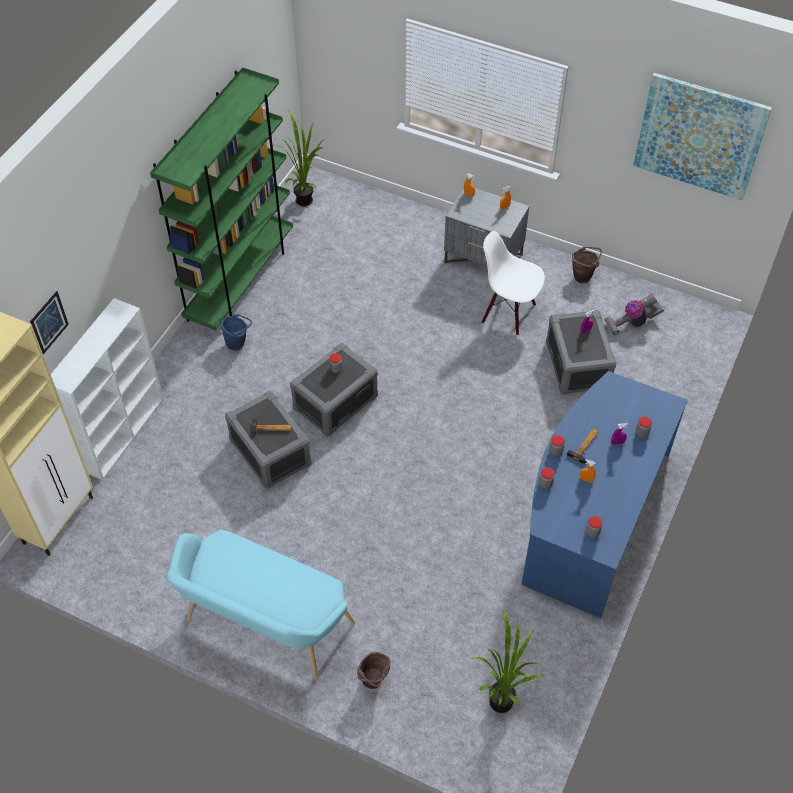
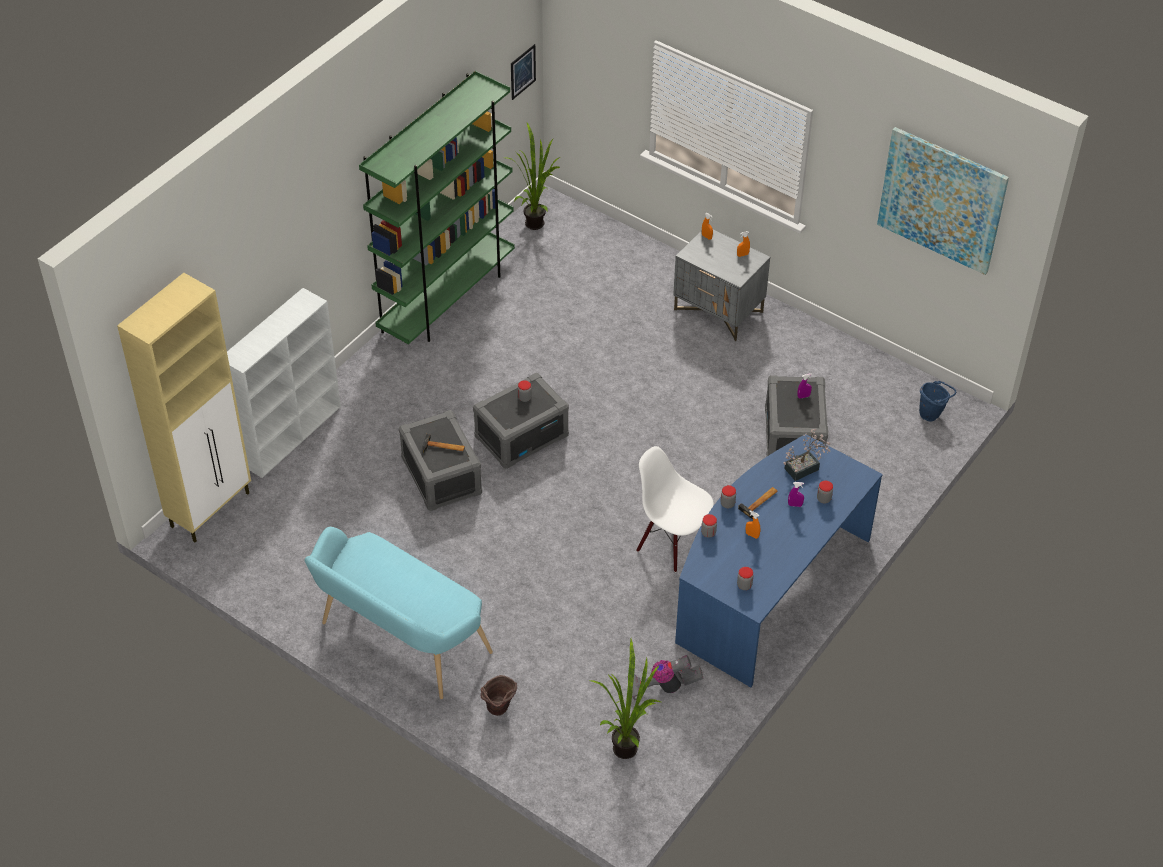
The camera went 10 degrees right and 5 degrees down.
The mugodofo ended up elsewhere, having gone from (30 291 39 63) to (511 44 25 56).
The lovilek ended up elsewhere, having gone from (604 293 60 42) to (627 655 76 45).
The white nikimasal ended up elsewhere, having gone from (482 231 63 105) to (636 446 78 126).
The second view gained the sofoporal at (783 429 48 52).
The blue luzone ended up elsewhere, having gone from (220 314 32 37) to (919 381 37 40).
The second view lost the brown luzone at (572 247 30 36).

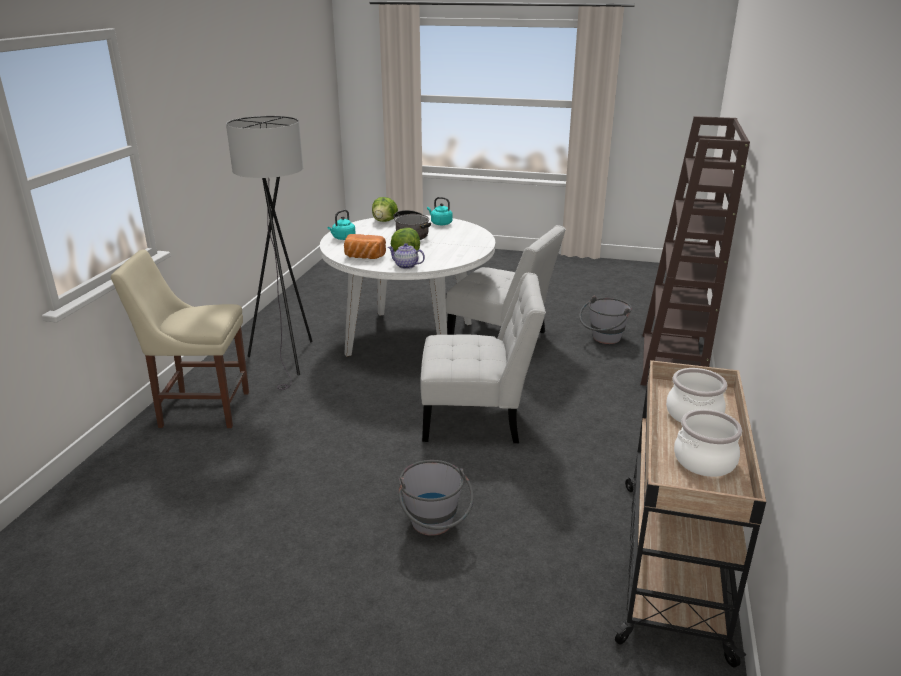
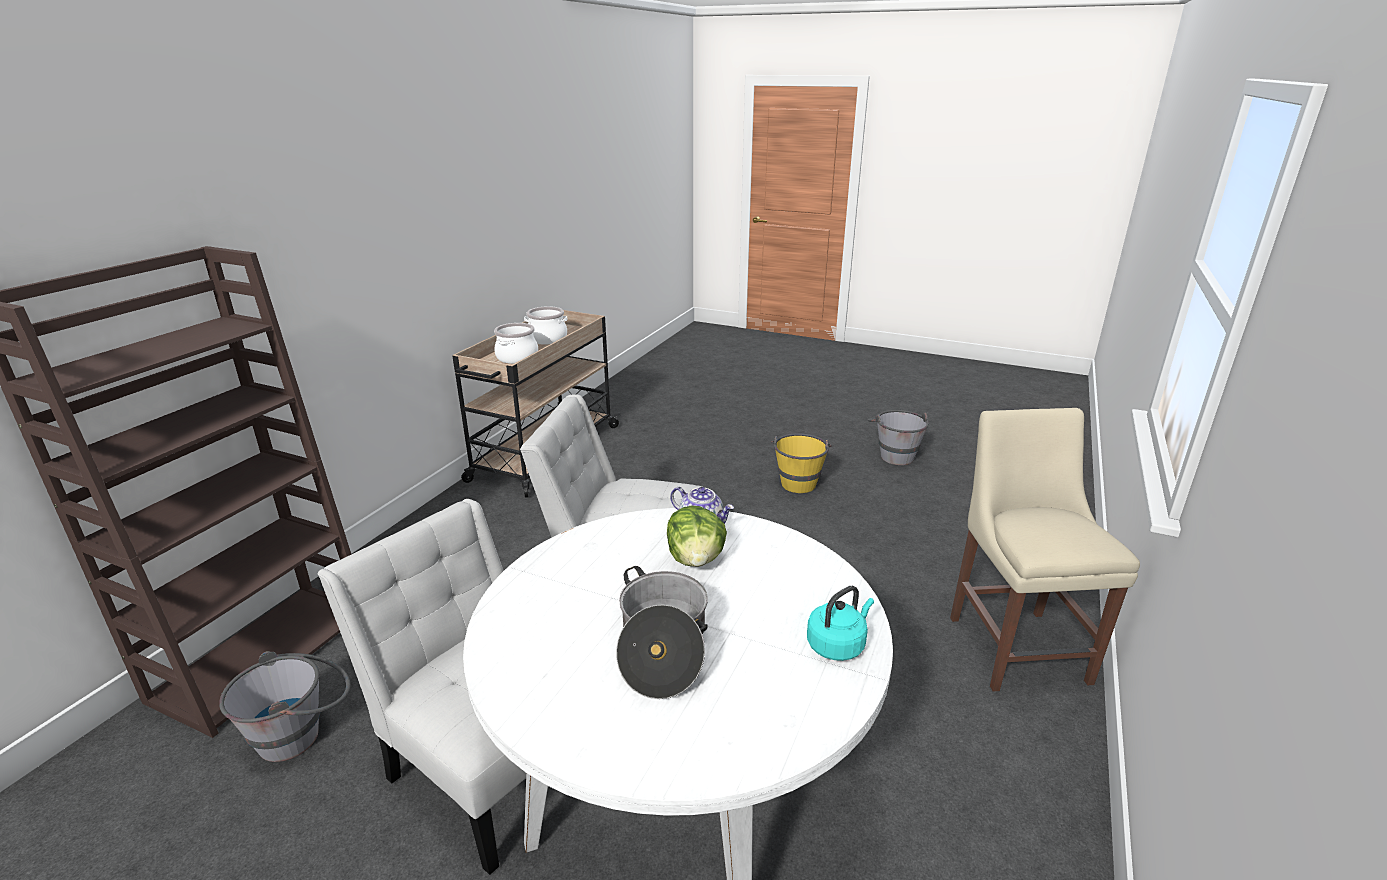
The camera went 170 degrees left and 0 degrees up.
The second view gained the yellow luzone at (770 433 62 60).
The grey luzone ended up elsewhere, having gone from (399 460 75 76) to (868 410 61 55).
The beige nikimasal at (111 249 138 179) ended up facing another way, 105 degrees counterclockwise from before.
The second view lost the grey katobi at (226 116 87 274).
The second view lost the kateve at (344 234 42 25).
The second view lost the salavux at (372 197 26 25).
The second view lost the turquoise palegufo at (427 197 25 28).

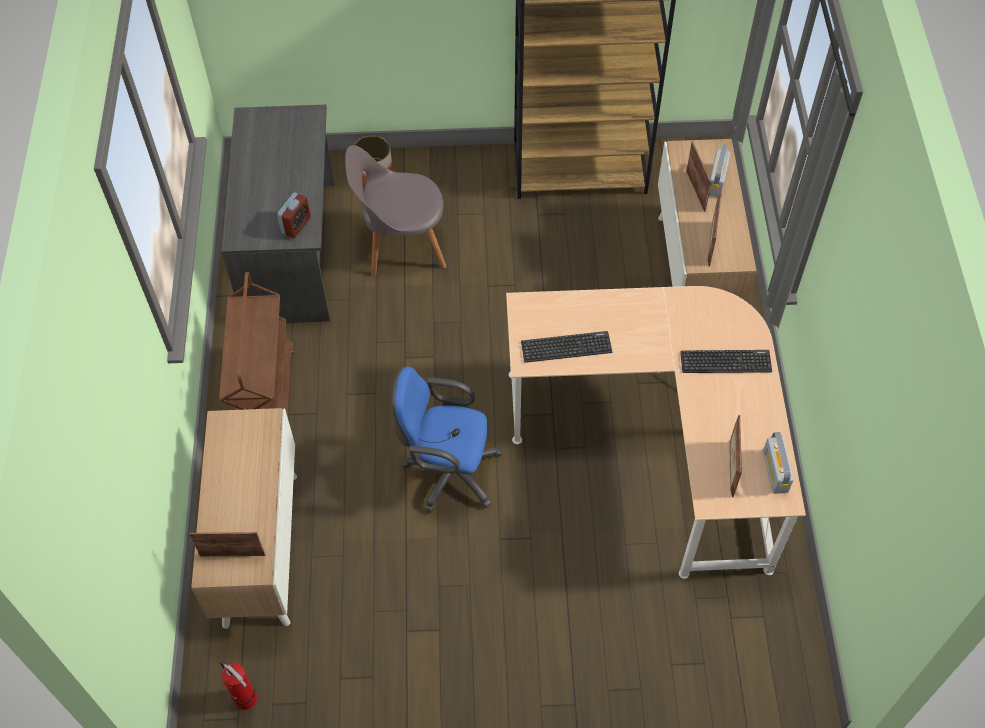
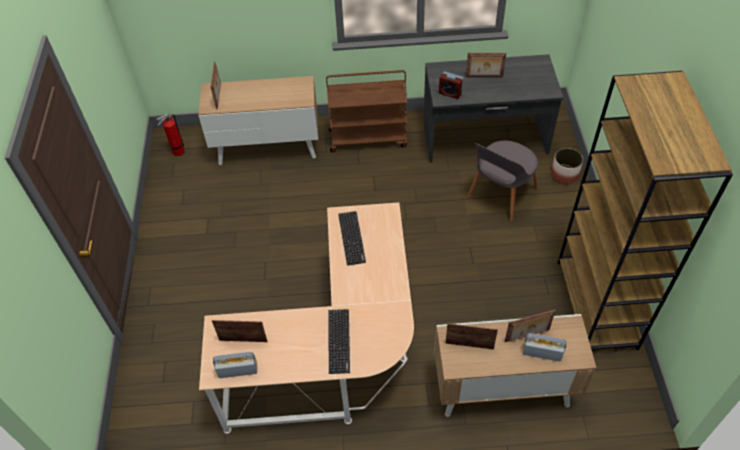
The camera went 90 degrees right and 5 degrees down.
The second view gained the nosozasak at (466 53 40 24).
The grey nikimasal at (345 145 102 131) ended up facing another way, 135 degrees counterclockwise from before.
The second view lost the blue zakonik at (391 367 111 146).

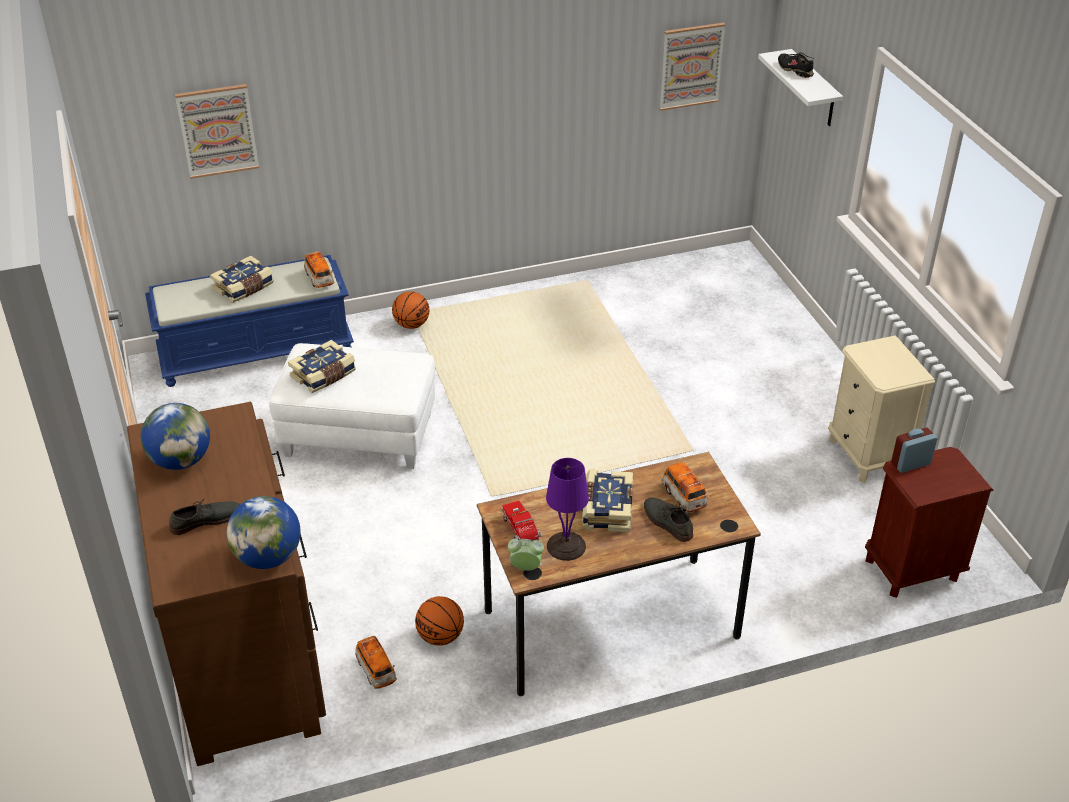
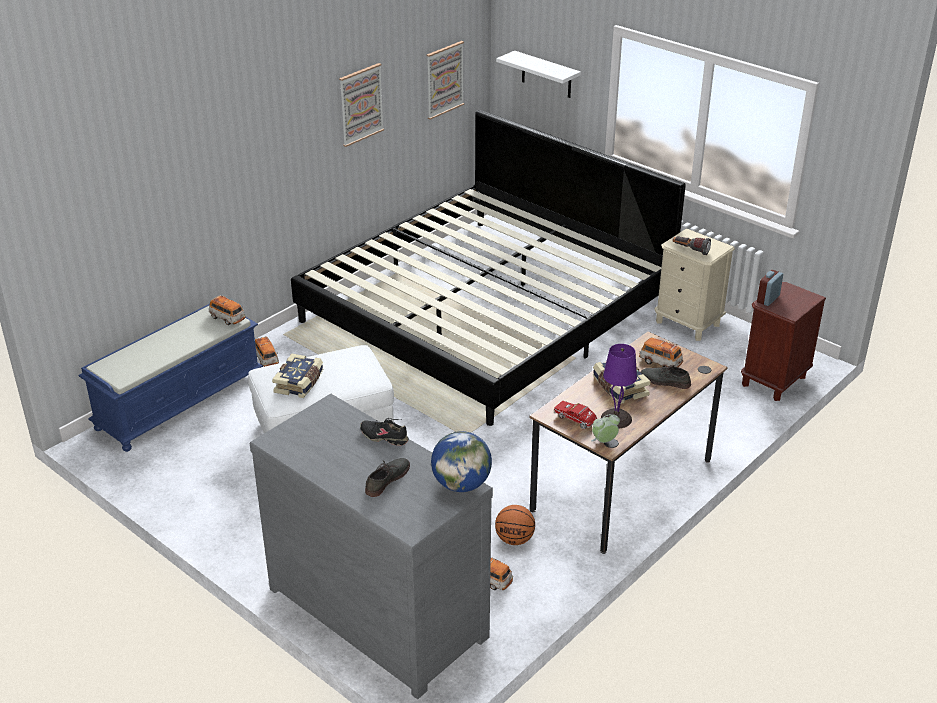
The camera went 30 degrees left and 5 degrees down.
What was the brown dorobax at (127 402 199 364) turned into the grey dorobax at (250 394 243 305).
The second view gained the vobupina at (255 336 24 31).
The second view gained the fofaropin at (291 110 395 316).
The mugodofo ended up elsewhere, having gone from (175 84 84 95) to (339 63 45 84).
The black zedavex ended up elsewhere, having gone from (778 53 36 25) to (360 418 48 28).
The second view gained the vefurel at (672 236 39 19).
The second view lost the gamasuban at (141 403 69 67).
The second view lost the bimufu at (210 256 64 47).
The second view lost the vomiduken at (392 291 37 38).

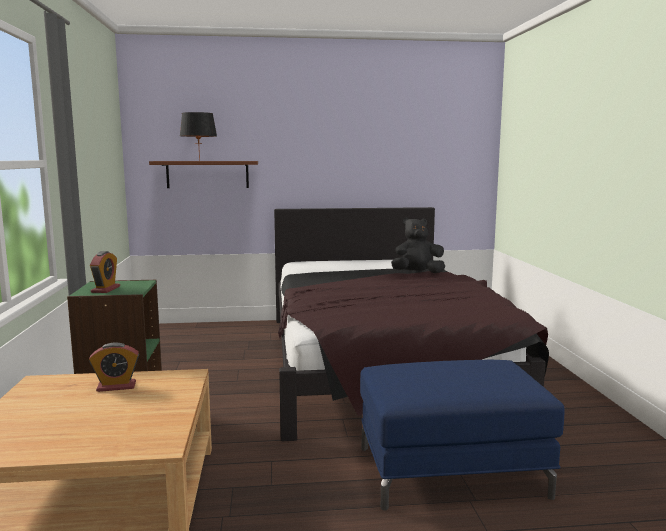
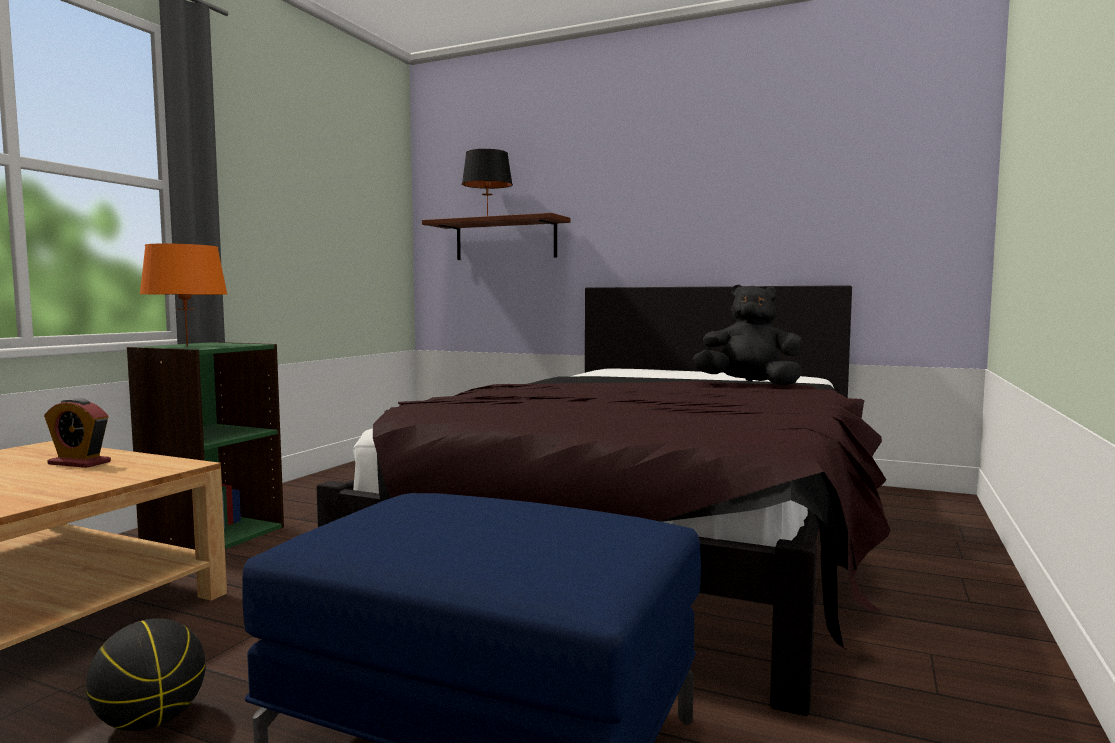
The camera went 30 degrees right and 5 degrees down.
The second view gained the vomiduken at (86 619 120 112).
Where the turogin stood at (90 251 30 42), the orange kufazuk came to stand at (139 244 88 102).

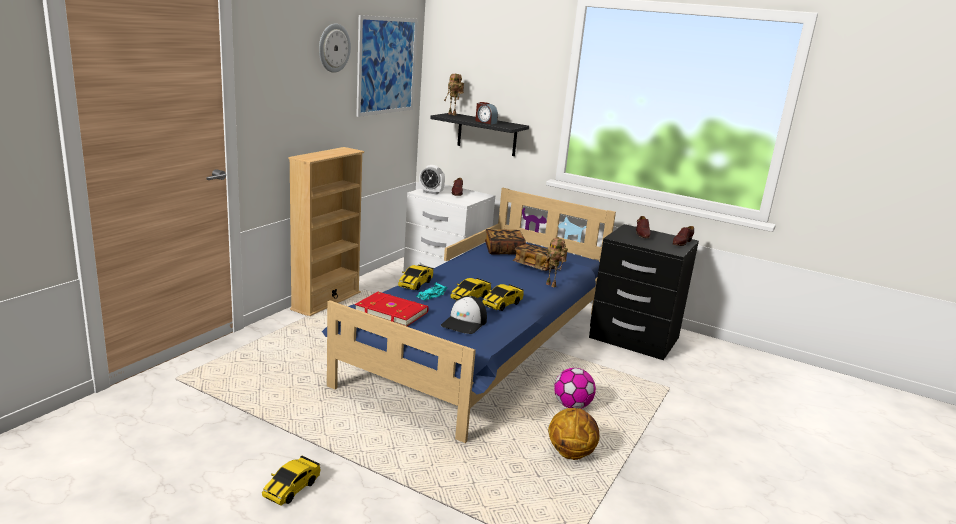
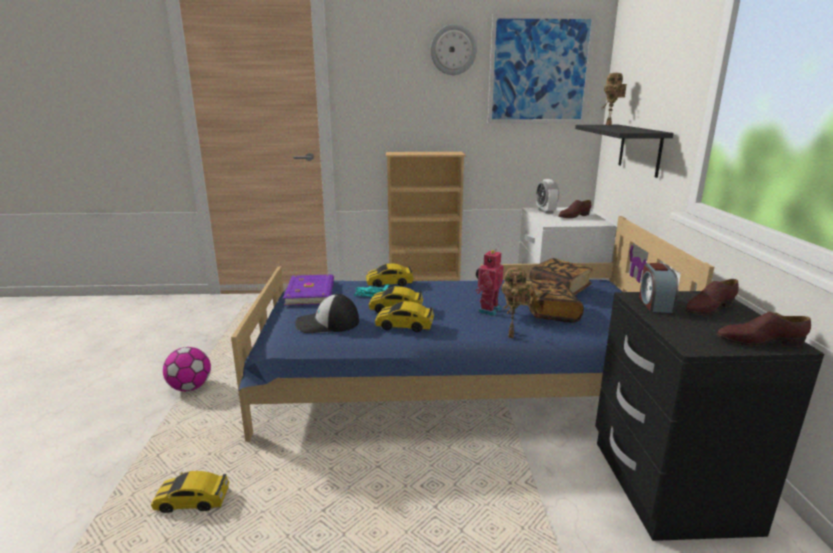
The camera went 60 degrees right and 0 degrees up.
The vobupina ended up elsewhere, having gone from (262 456 59 50) to (151 471 78 42).
The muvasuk ended up elsewhere, having gone from (554 368 42 41) to (163 347 48 44).
What was the red bimufu at (355 292 74 34) turned into the purple bimufu at (283 274 51 32).
The second view gained the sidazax at (476 249 28 67).
The turogin ended up elsewhere, having gone from (475 102 23 22) to (639 263 40 50).
The second view lost the vomiduken at (548 408 51 52).

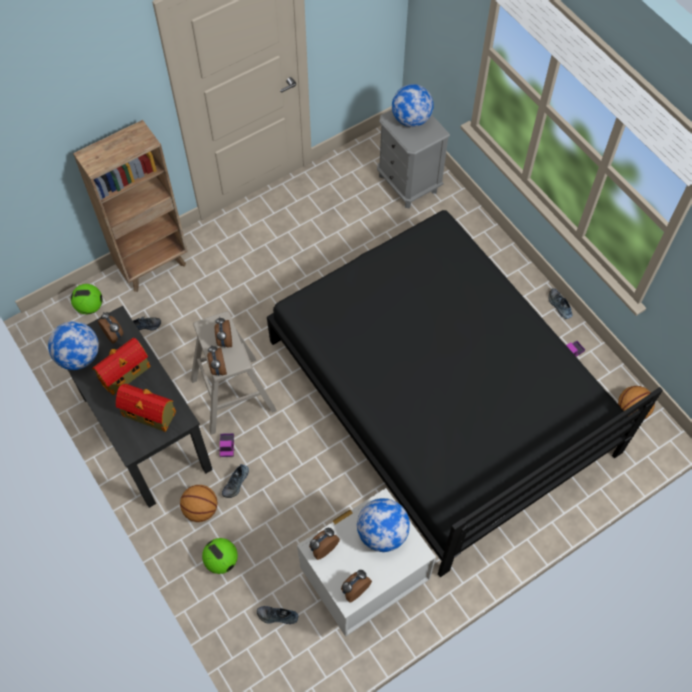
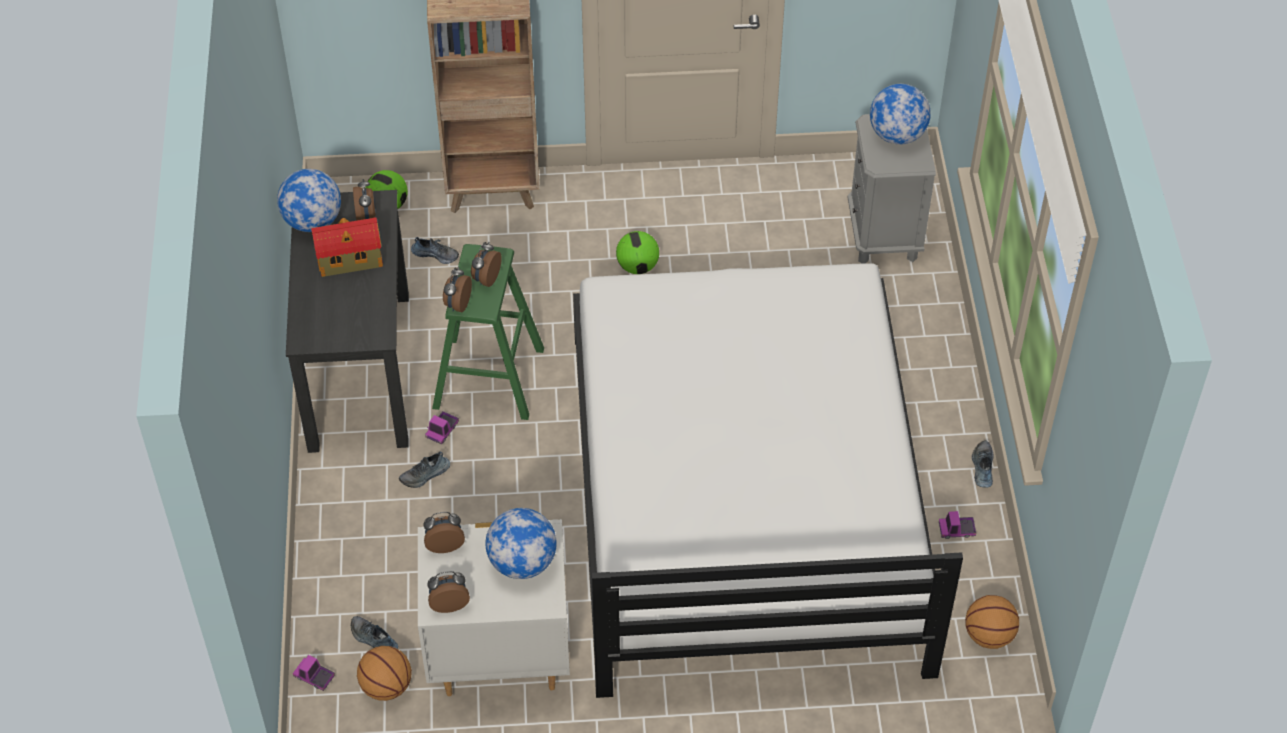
The camera went 30 degrees right and 10 degrees down.
The second view gained the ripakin at (293 655 42 36).
The vomiduken ended up elsewhere, having gone from (180 485 38 37) to (357 646 55 55).
What was the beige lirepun at (191 311 86 124) turned into the green lirepun at (432 244 112 176).
What was the black fofaropin at (267 210 396 367) turned into the white fofaropin at (573 263 390 435).
The muvasuk ended up elsewhere, having gone from (202 538 36 36) to (616 231 43 43).
The second view lost the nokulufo at (116 384 60 48).

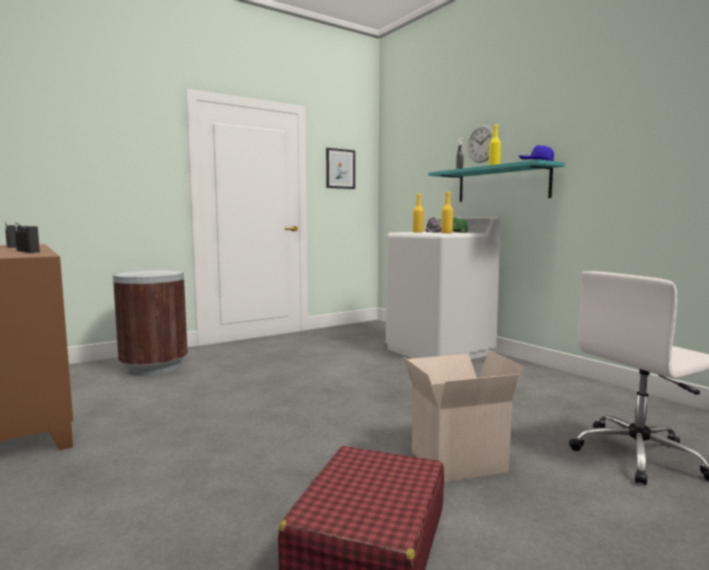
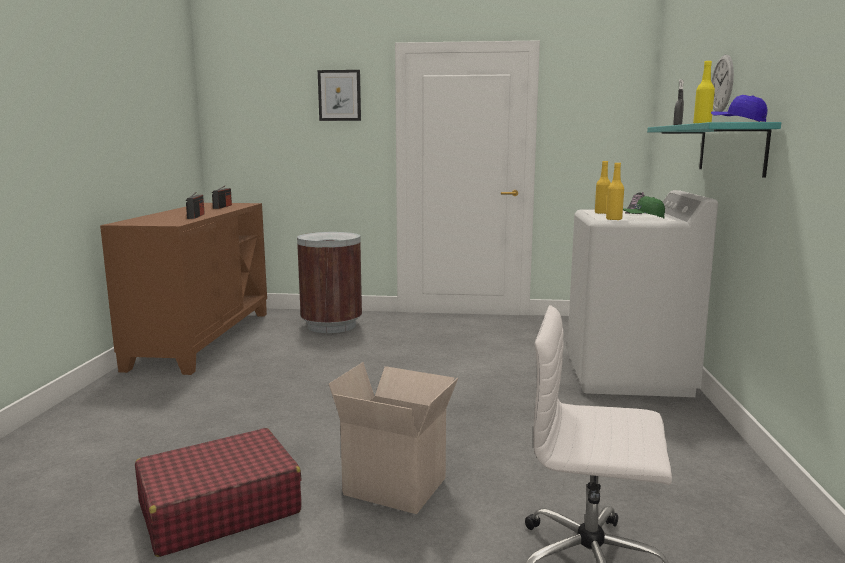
The camera went 40 degrees right and 5 degrees up.
The mugodofo ended up elsewhere, having gone from (326 148 29 41) to (318 70 43 51).

